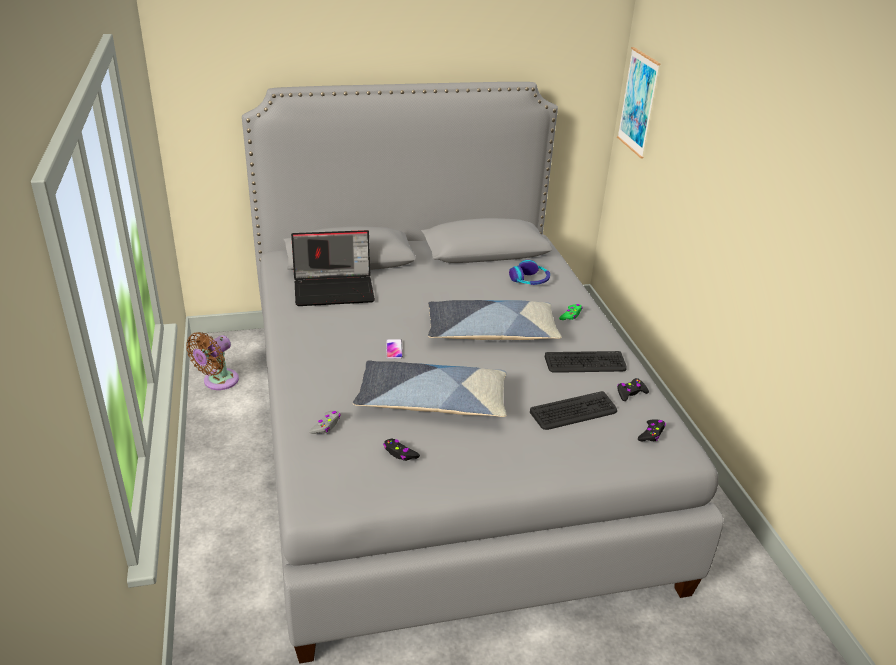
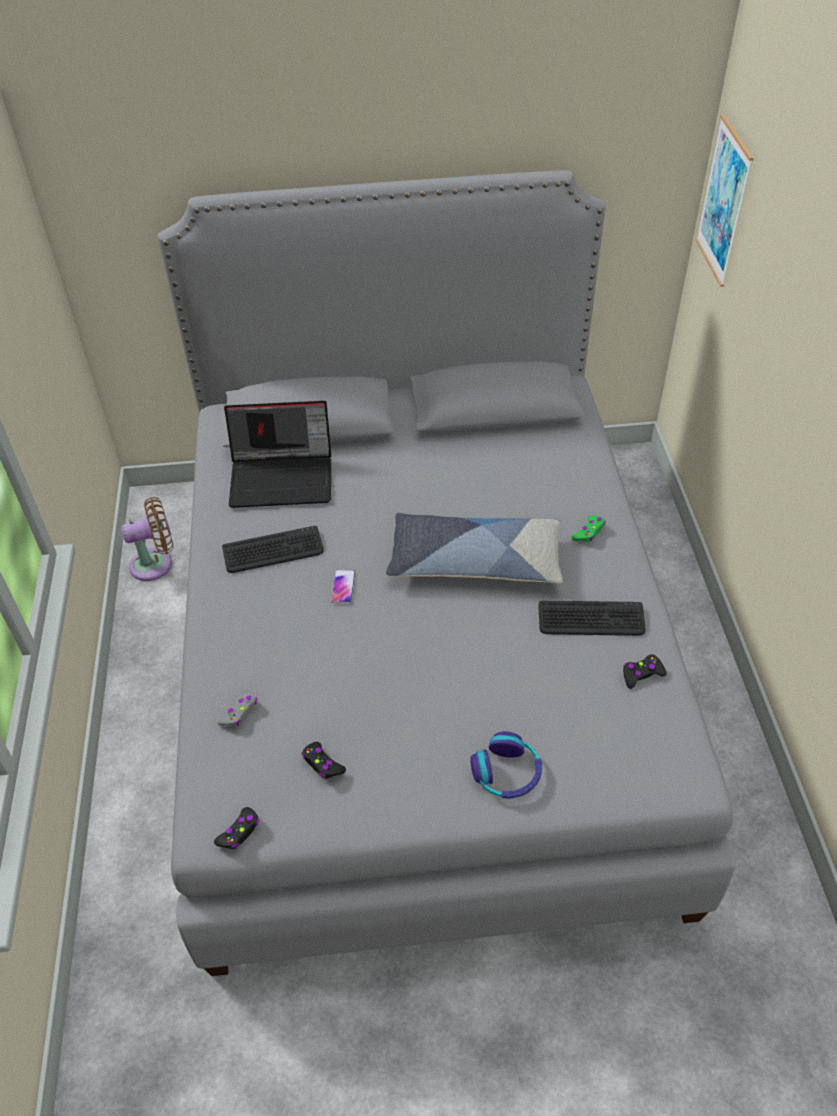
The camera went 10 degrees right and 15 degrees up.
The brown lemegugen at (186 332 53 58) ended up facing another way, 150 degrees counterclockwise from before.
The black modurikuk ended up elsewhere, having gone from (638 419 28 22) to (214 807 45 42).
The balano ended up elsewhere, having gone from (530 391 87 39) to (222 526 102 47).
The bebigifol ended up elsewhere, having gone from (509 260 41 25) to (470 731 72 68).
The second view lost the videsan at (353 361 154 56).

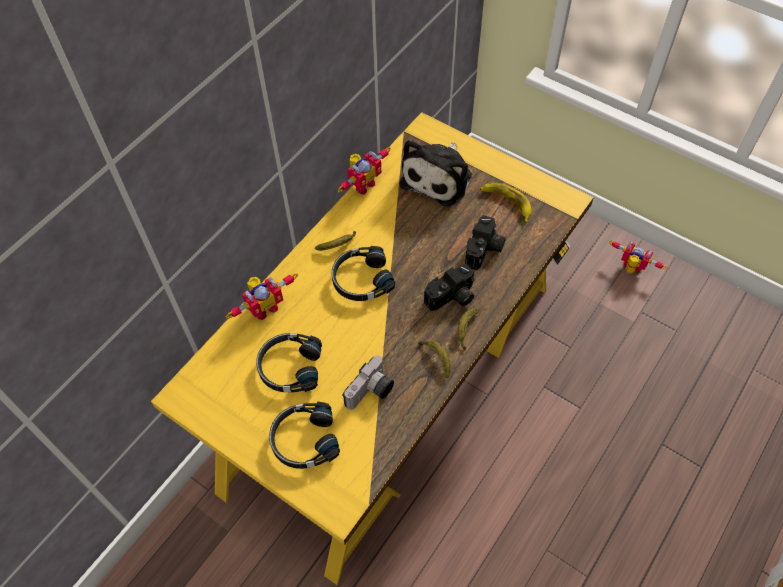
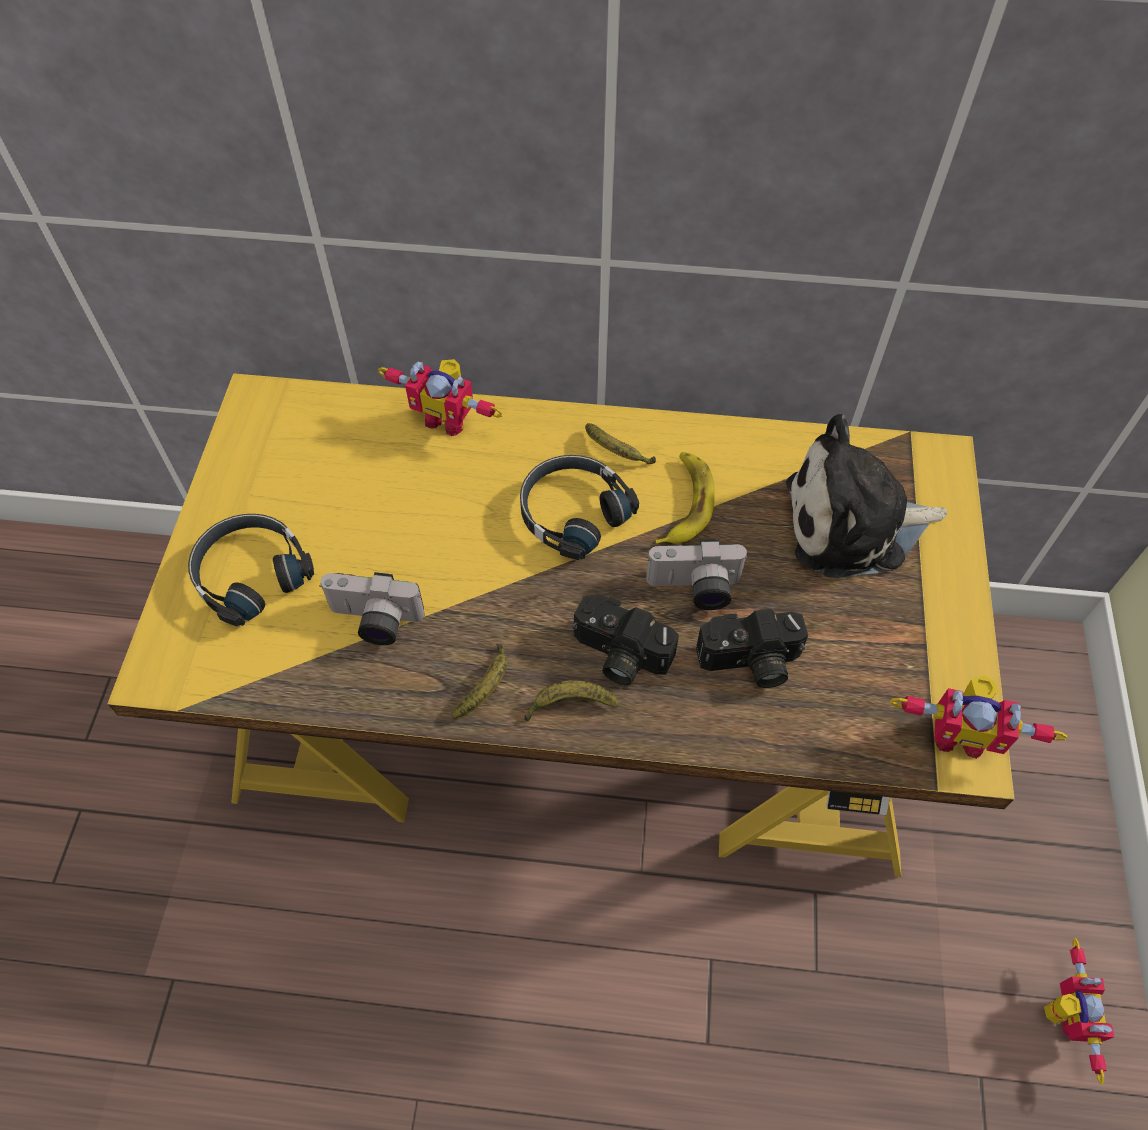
The camera went 60 degrees right and 0 degrees up.
The second view gained the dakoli at (646 539 103 71).
The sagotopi ended up elsewhere, having gone from (480 182 52 41) to (655 452 60 92).
The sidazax ended up elsewhere, having gone from (338 147 52 48) to (890 675 177 84).
The second view lost the black bebigifol at (256 333 66 59).

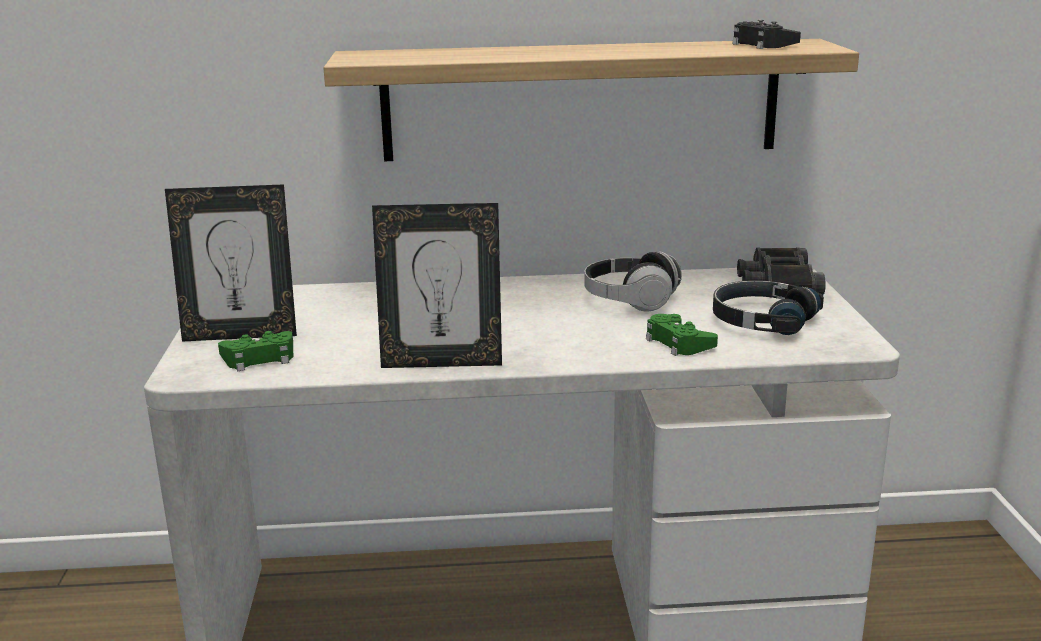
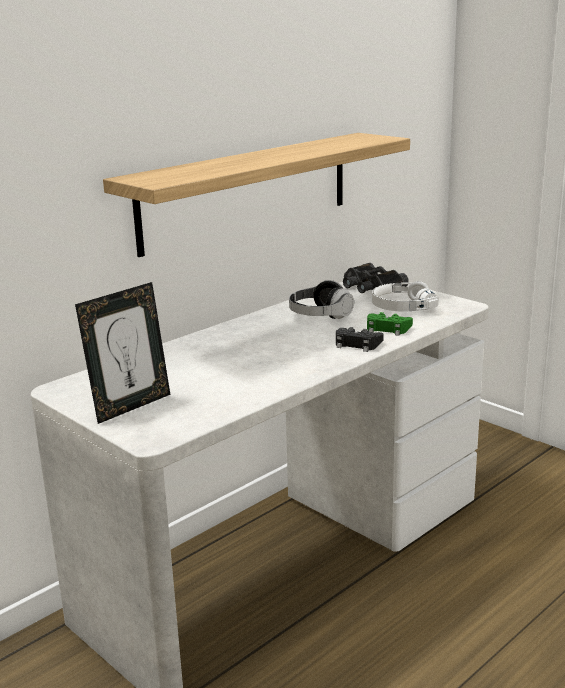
The camera went 40 degrees left and 0 degrees up.
The black modurikuk ended up elsewhere, having gone from (732 20 69 29) to (336 327 48 25).
What was the black bebigifol at (713 280 111 55) turned into the white bebigifol at (372 281 67 31).
The second view lost the green modurikuk at (218 331 76 41).
The second view lost the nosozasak at (372 203 130 165).

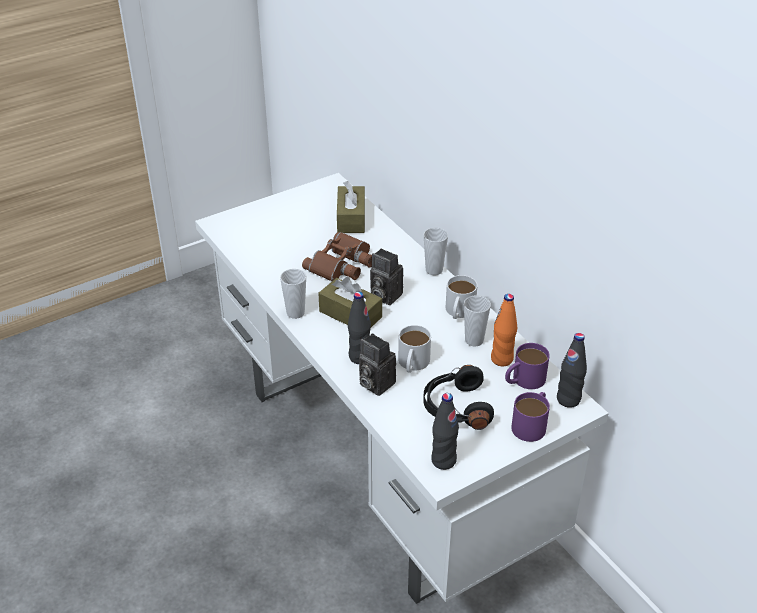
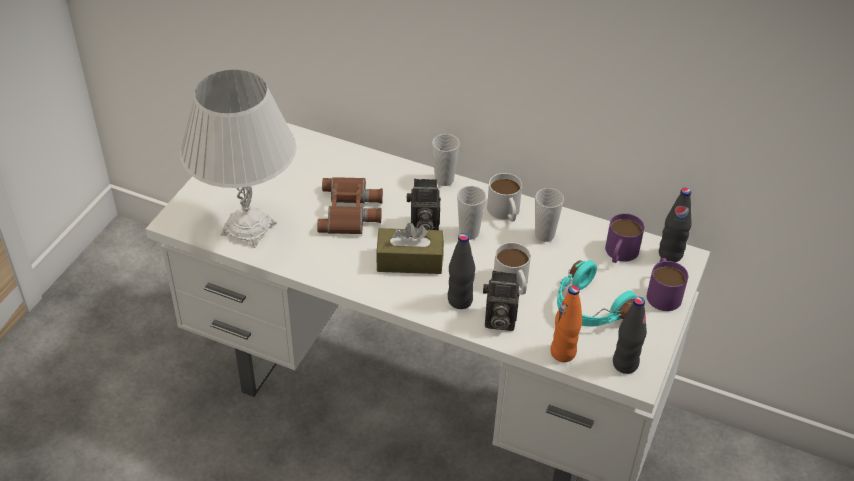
The camera went 35 degrees left and 5 degrees up.
The second view gained the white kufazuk at (180 70 117 178).
The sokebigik ended up elsewhere, having gone from (280 269 26 50) to (457 186 29 54).
The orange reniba ended up elsewhere, having gone from (491 294 26 72) to (550 285 32 77).
What was the black bebigifol at (423 365 71 65) turned into the turquoise bebigifol at (557 260 80 67).
The second view lost the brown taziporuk at (337 181 28 52).

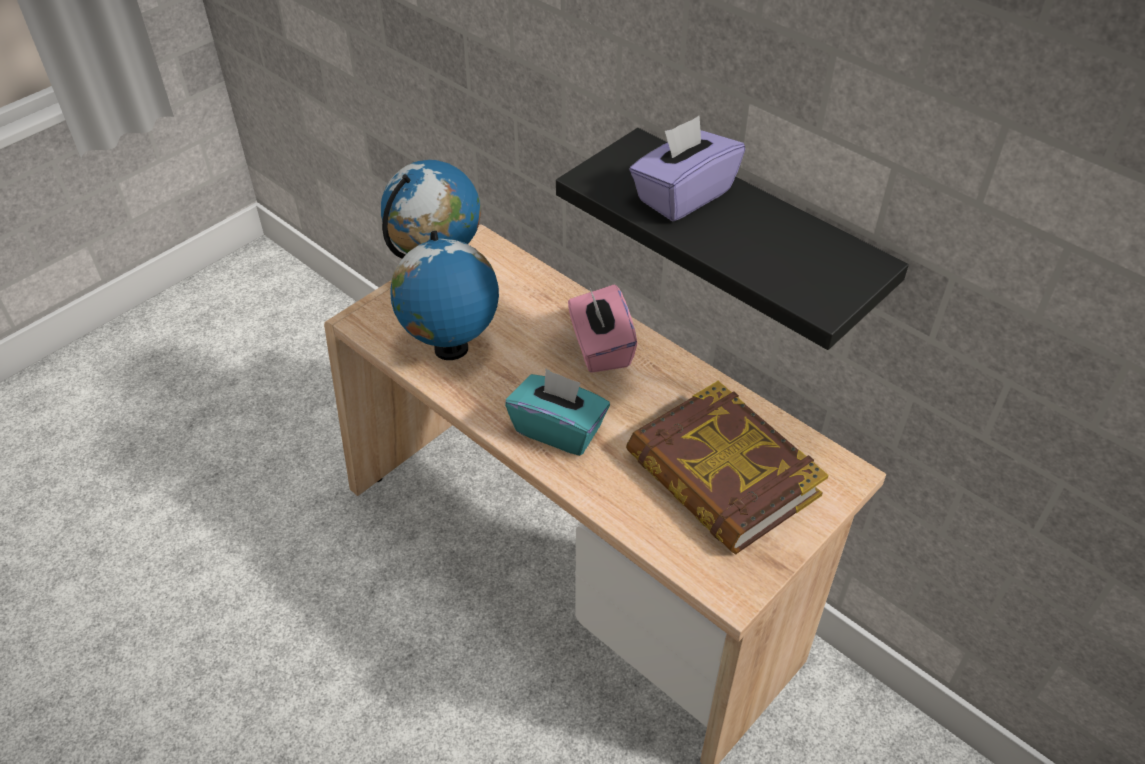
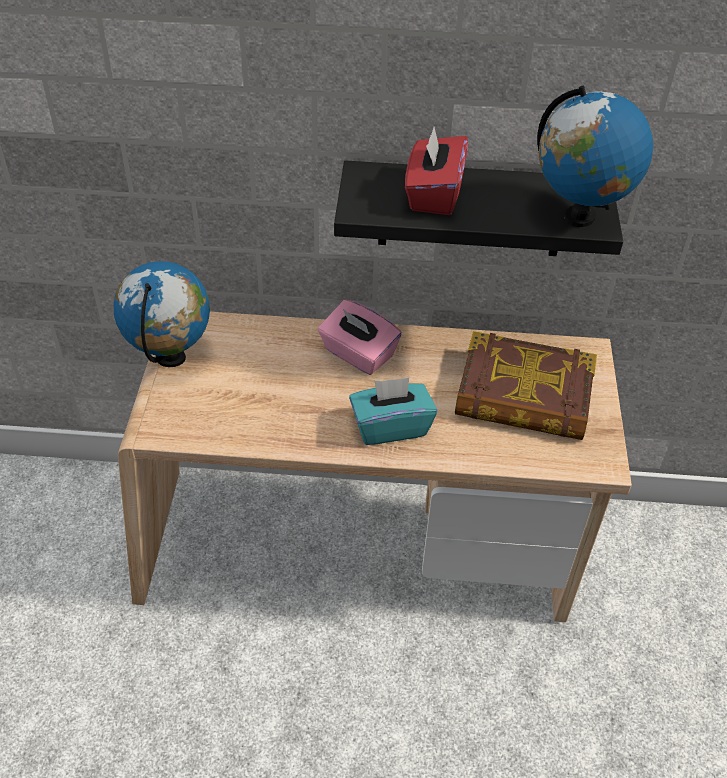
The camera went 40 degrees left and 0 degrees up.
What was the purple taziporuk at (629 116 116 105) turned into the red taziporuk at (405 127 63 88).
The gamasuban ended up elsewhere, having gone from (390 231 109 129) to (537 86 116 141).

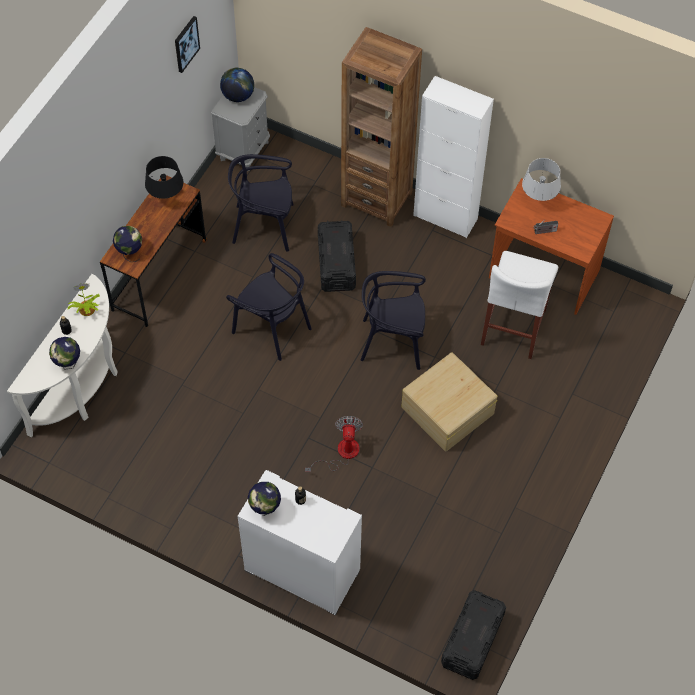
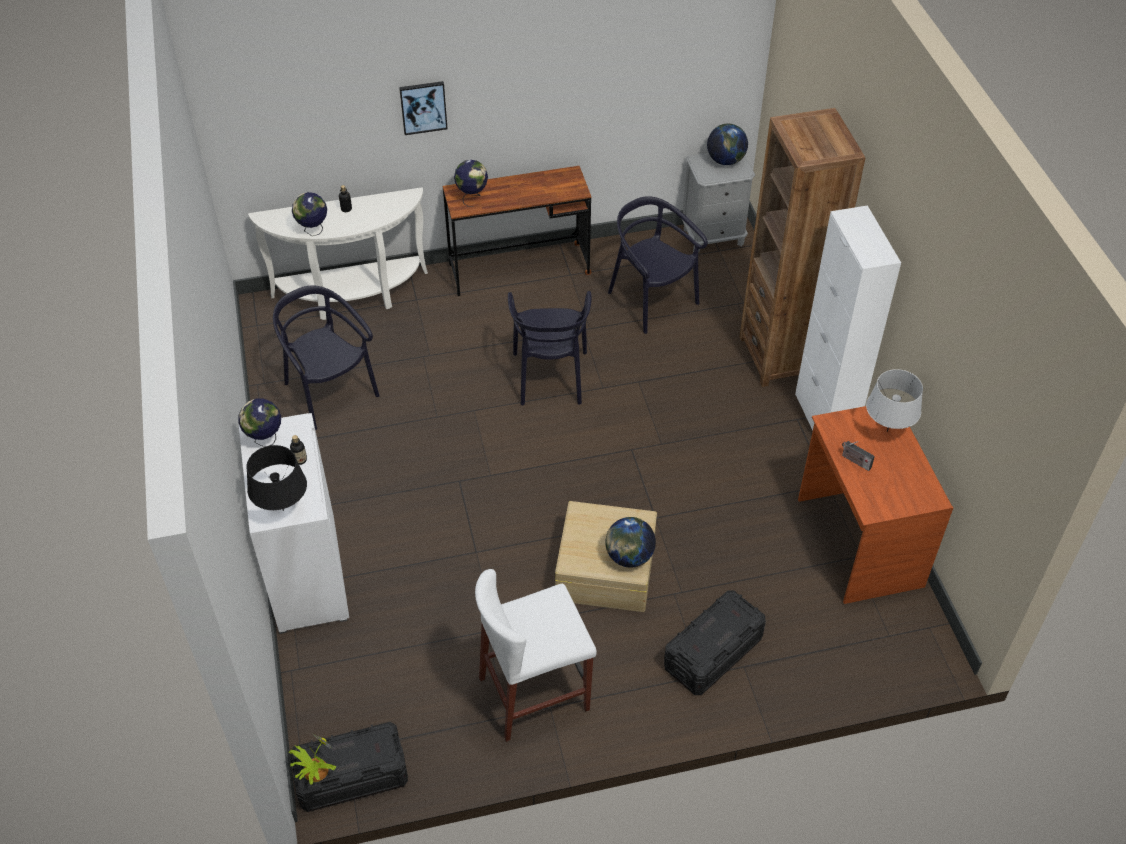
The camera went 50 degrees right and 10 degrees down.
The black kufazuk ended up elsewhere, having gone from (145 156 39 43) to (246 445 61 66).
The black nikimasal ended up elsewhere, having gone from (361 271 65 99) to (273 285 107 145).
The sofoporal ended up elsewhere, having gone from (67 283 33 33) to (288 733 48 52).
The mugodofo ended up elsewhere, having gone from (175 16 25 57) to (399 81 49 54).
The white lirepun ended up elsewhere, having gone from (481 251 77 108) to (475 569 122 173).
The second view gained the gamasuban at (605 517 51 51).
The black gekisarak ended up elsewhere, having gone from (318 220 38 72) to (664 591 102 104).
The second view lost the lemegugen at (305 416 58 56).

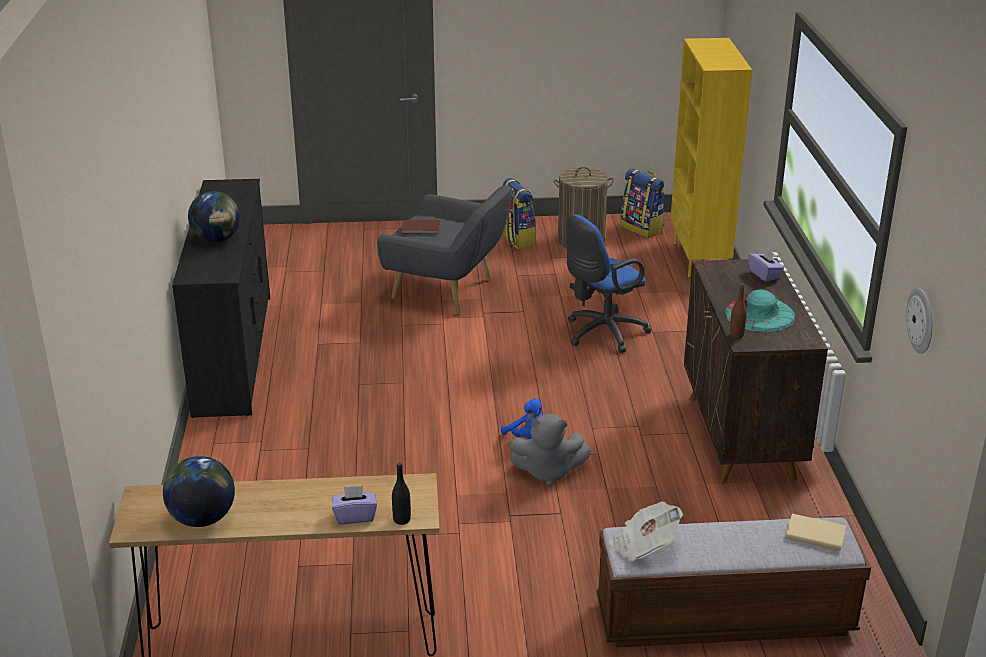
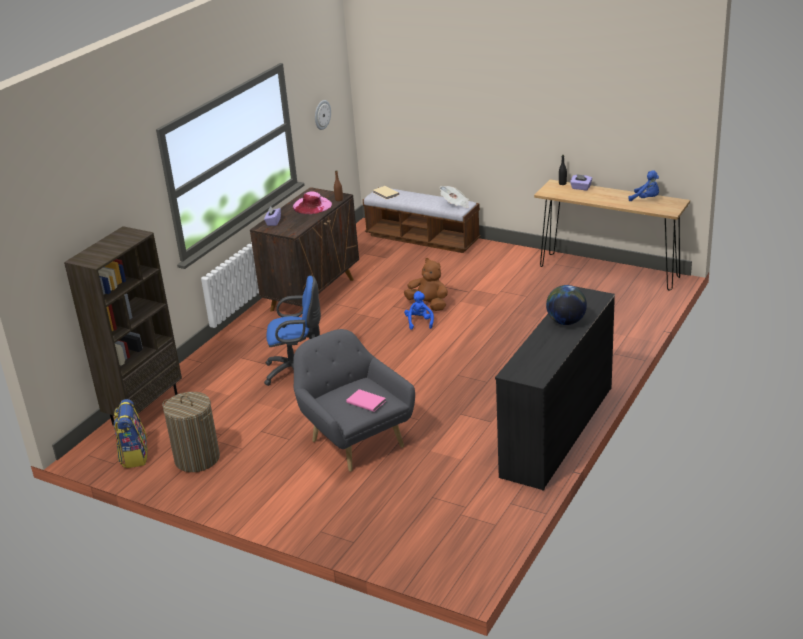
The camera went 145 degrees left and 0 degrees up.
What was the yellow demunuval at (671 38 81 239) turned into the brown demunuval at (64 226 118 200).
What was the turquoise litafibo at (724 289 72 43) turned into the pink litafibo at (293 191 39 23).
What was the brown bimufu at (401 220 39 14) turned into the pink bimufu at (346 389 40 23).
What was the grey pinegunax at (510 414 81 72) turned into the brown pinegunax at (404 258 44 53).
Where the gamasuban stood at (163 456 72 71), the blue pinegunax came to stand at (629 170 30 31).
The second view lost the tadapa at (502 178 34 71).

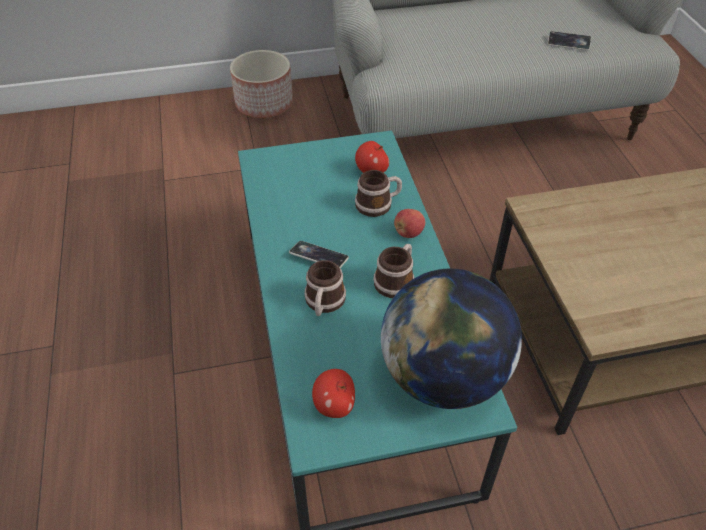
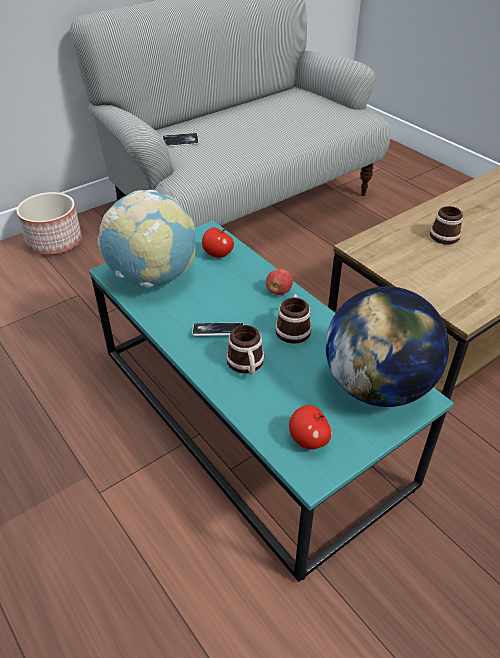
The camera went 25 degrees left and 5 degrees down.
The second view gained the gamasuban at (98 190 97 98).
The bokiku ended up elsewhere, having gone from (548 31 43 20) to (163 133 36 14).
The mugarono ended up elsewhere, having gone from (355 170 47 47) to (430 206 33 39).

